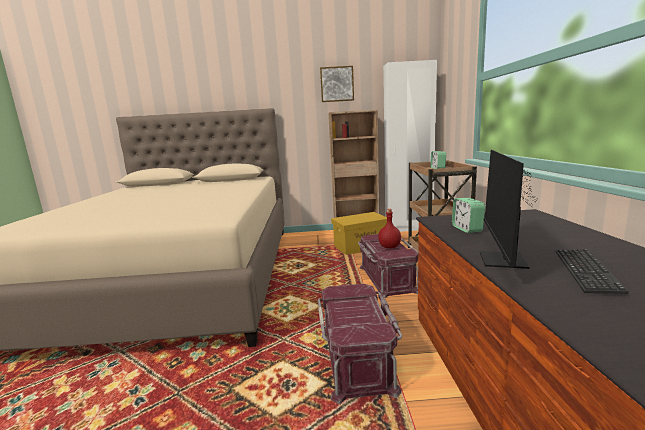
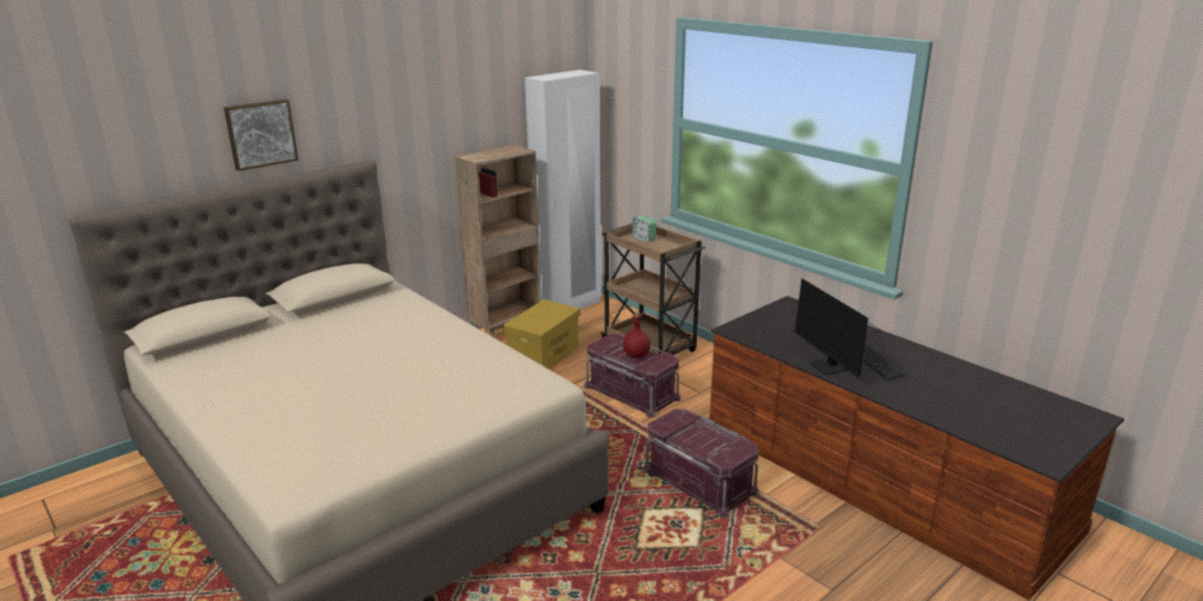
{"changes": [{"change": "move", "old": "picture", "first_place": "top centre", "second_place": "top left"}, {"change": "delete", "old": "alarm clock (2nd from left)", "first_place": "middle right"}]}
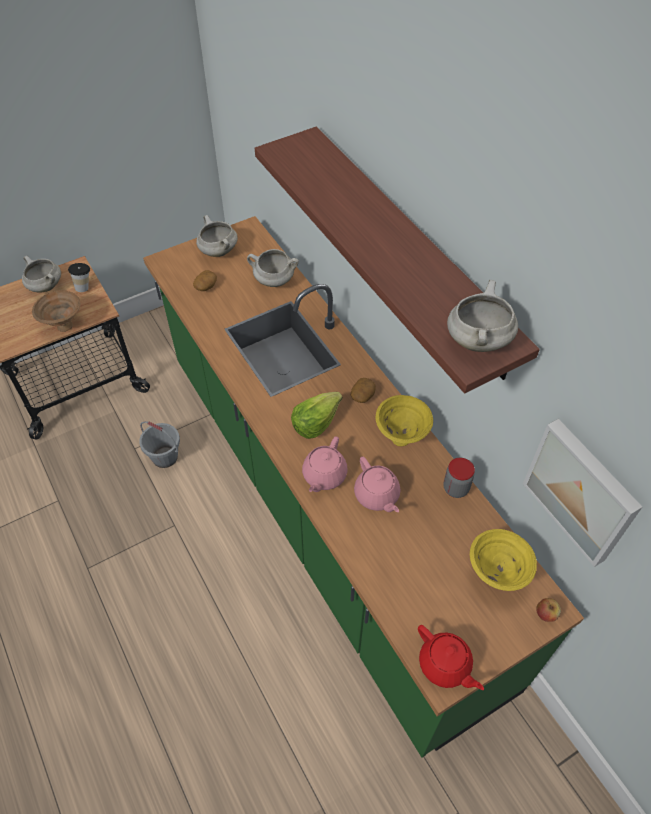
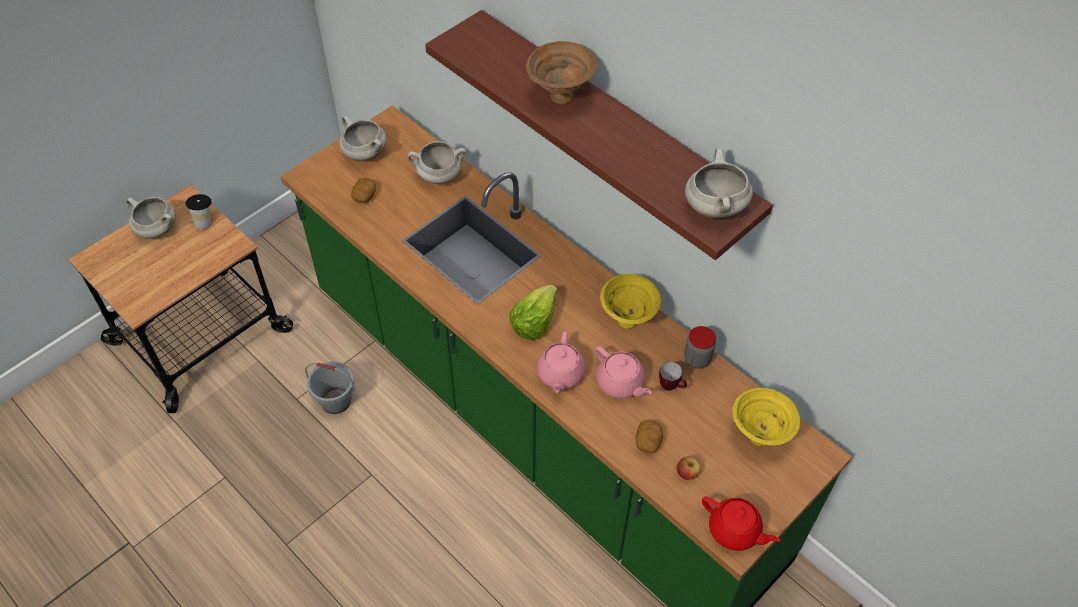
{"changes": [{"change": "move", "old": "bowl (brown)", "first_place": "middle left", "second_place": "top centre"}, {"change": "move", "old": "potato (2nd from left)", "first_place": "centre", "second_place": "bottom centre"}, {"change": "delete", "old": "picture", "first_place": "middle right"}, {"change": "move", "old": "apple", "first_place": "bottom right", "second_place": "bottom centre"}, {"change": "insert", "new": "mug", "second_place": "centre"}]}
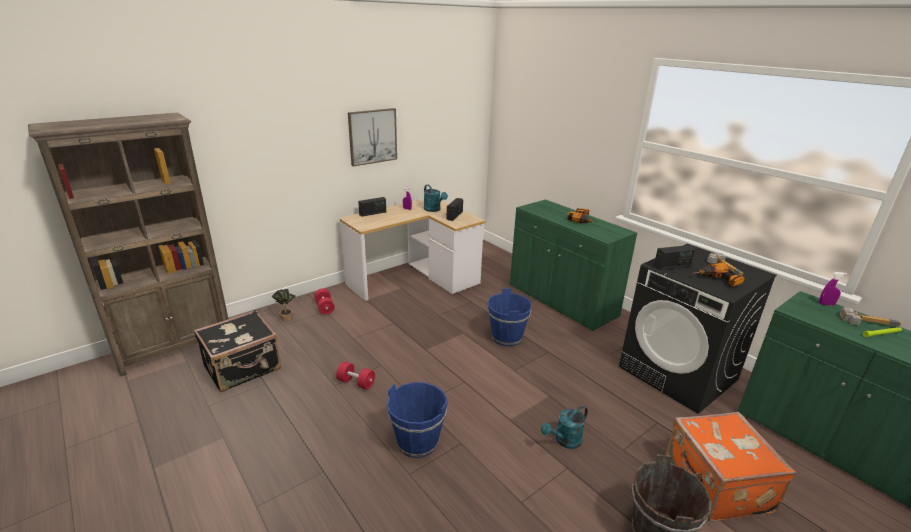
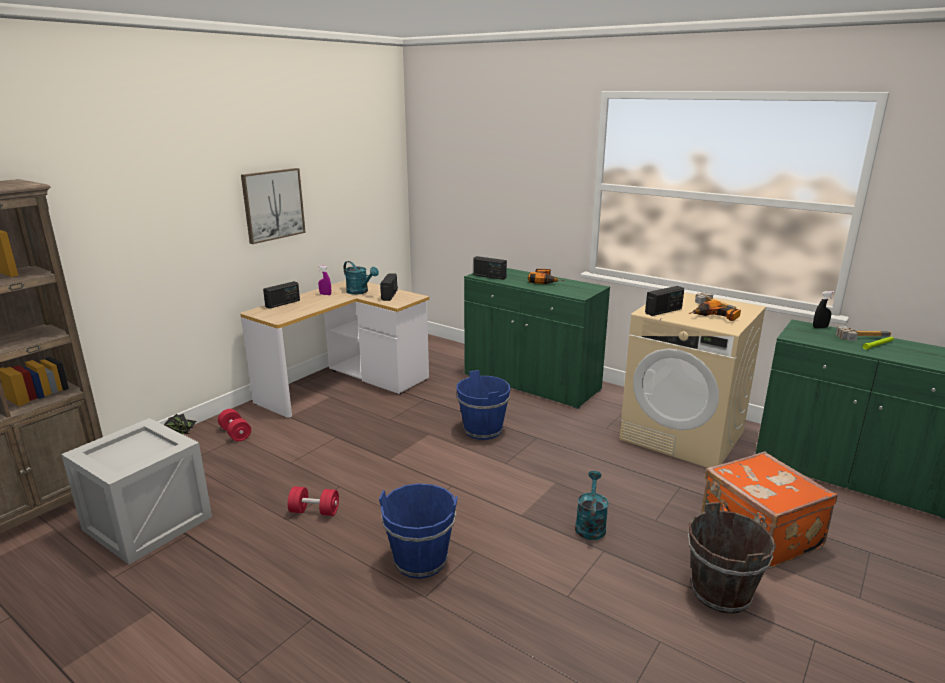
{"changes": [{"change": "recolor", "old": "washing machine (black)", "new": "washing machine (beige)", "first_place": "middle right", "second_place": "middle right"}, {"change": "recolor", "old": "spray bottle (purple) (2nd from left)", "new": "spray bottle (black)", "first_place": "middle right", "second_place": "middle right"}, {"change": "replace", "old": "suitcase (black)", "new": "crate", "first_place": "middle left", "second_place": "bottom left"}, {"change": "rotate", "old": "watering can (turquoise) (2nd from left)", "first_place": "bottom centre", "second_place": "bottom centre", "degrees": 150}, {"change": "insert", "new": "radio (3rd from left)", "second_place": "centre"}]}
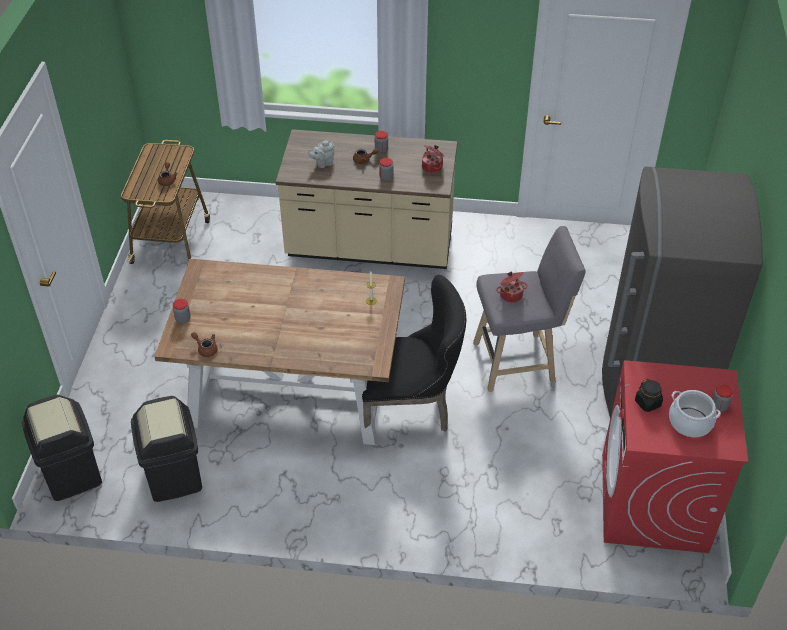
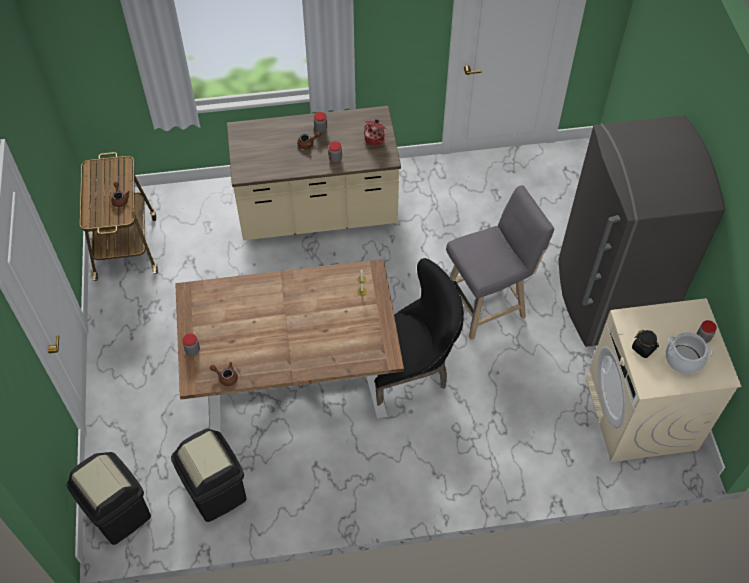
{"changes": [{"change": "delete", "old": "teapot (grey)", "first_place": "top centre"}, {"change": "delete", "old": "cooking pot (2nd from left)", "first_place": "centre"}, {"change": "recolor", "old": "washing machine (red)", "new": "washing machine (beige)", "first_place": "bottom right", "second_place": "middle right"}]}
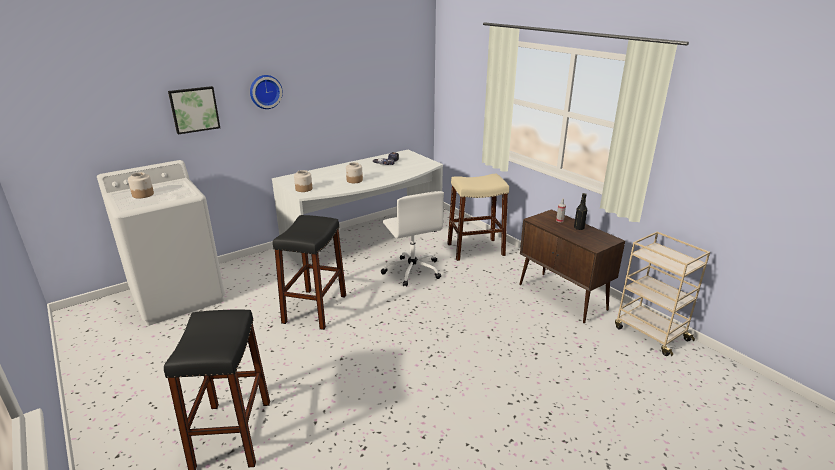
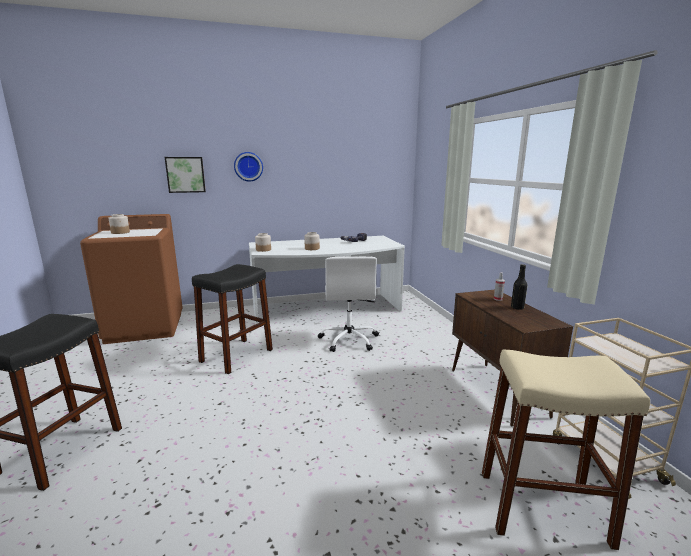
{"changes": [{"change": "recolor", "old": "washing machine (white)", "new": "washing machine (brown)", "first_place": "middle left", "second_place": "middle left"}, {"change": "move", "old": "stool (beige)", "first_place": "centre", "second_place": "bottom right"}]}
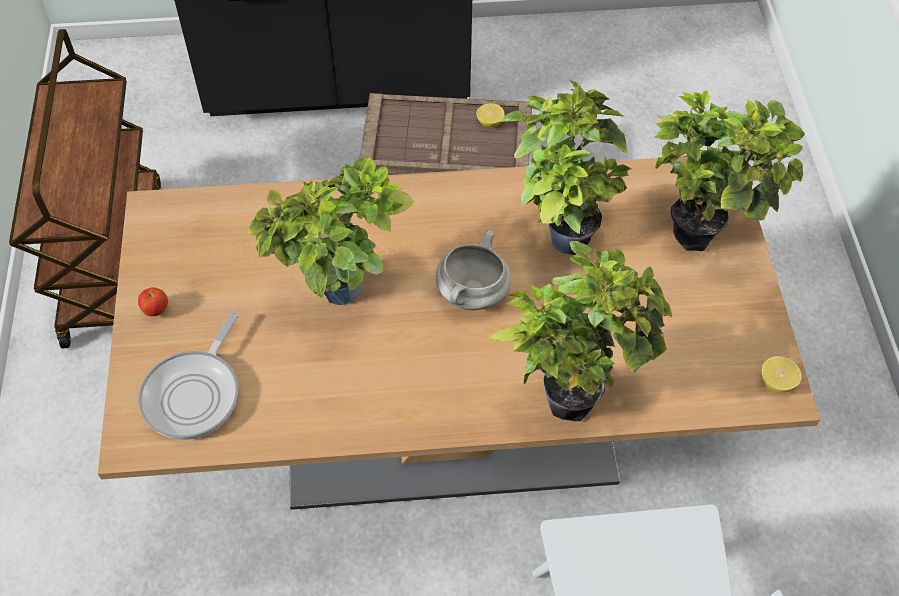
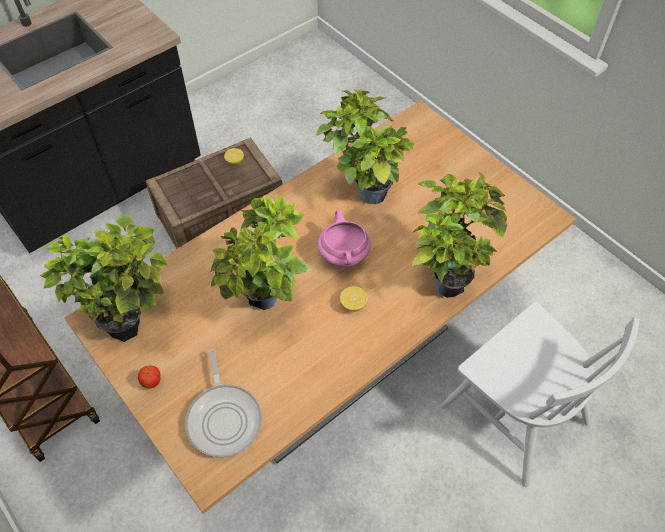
{"changes": [{"change": "move", "old": "potted plant (4th from left in the first image)", "new": "potted plant (1st from left)", "first_place": "top right", "second_place": "middle left"}, {"change": "recolor", "old": "cooking pot (white)", "new": "cooking pot (pink)", "first_place": "centre", "second_place": "centre"}, {"change": "move", "old": "lemon (2nd from left)", "first_place": "middle right", "second_place": "centre"}]}
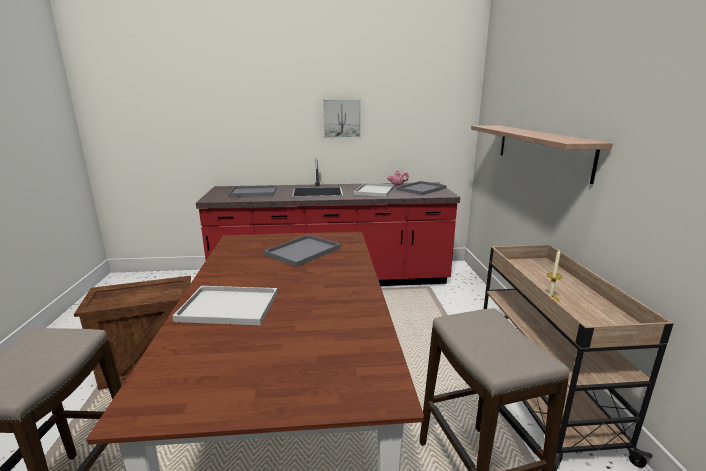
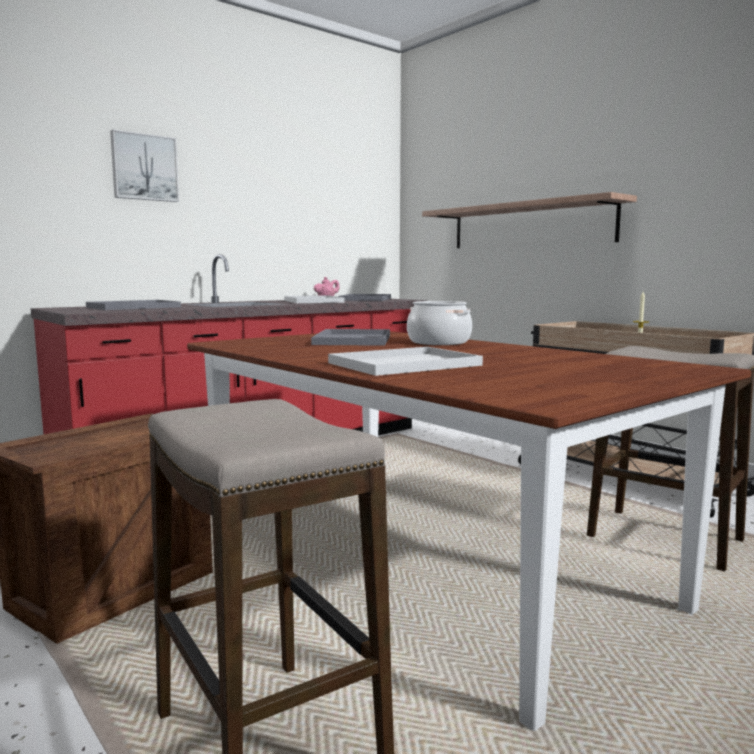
{"changes": [{"change": "move", "old": "picture", "first_place": "top centre", "second_place": "top left"}, {"change": "insert", "new": "cooking pot", "second_place": "centre"}]}
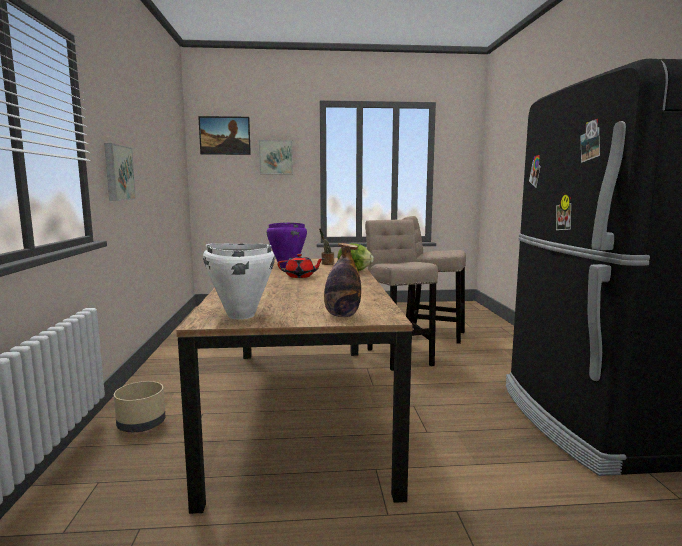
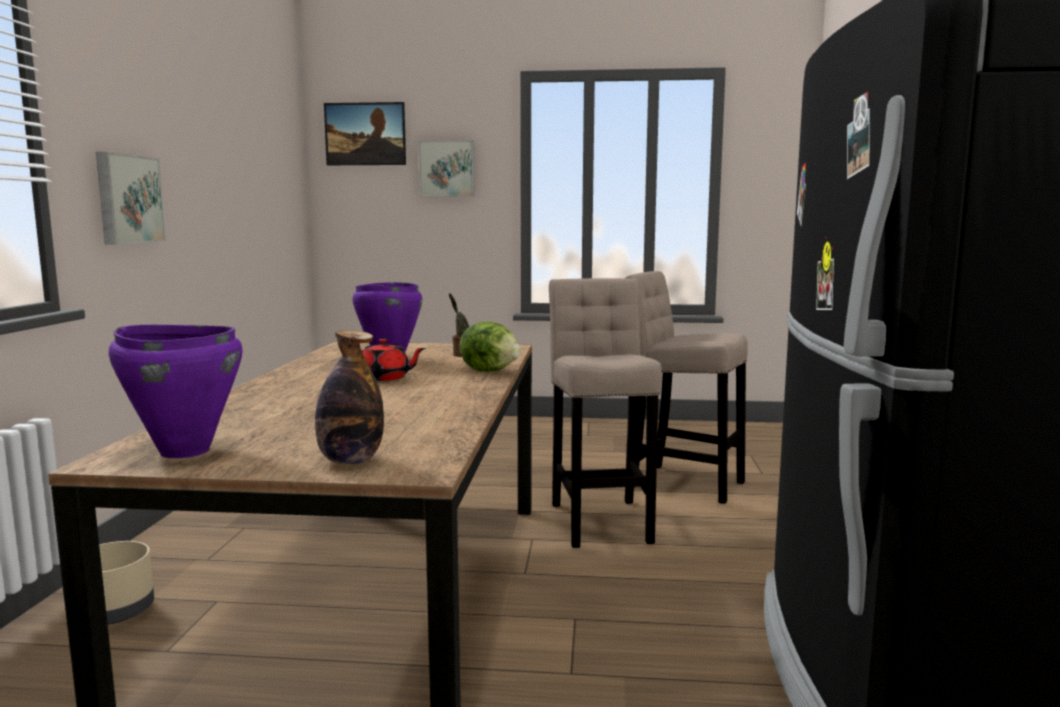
{"changes": [{"change": "recolor", "old": "cooking pot (white)", "new": "cooking pot (purple) (1st from left)", "first_place": "centre", "second_place": "middle left"}]}
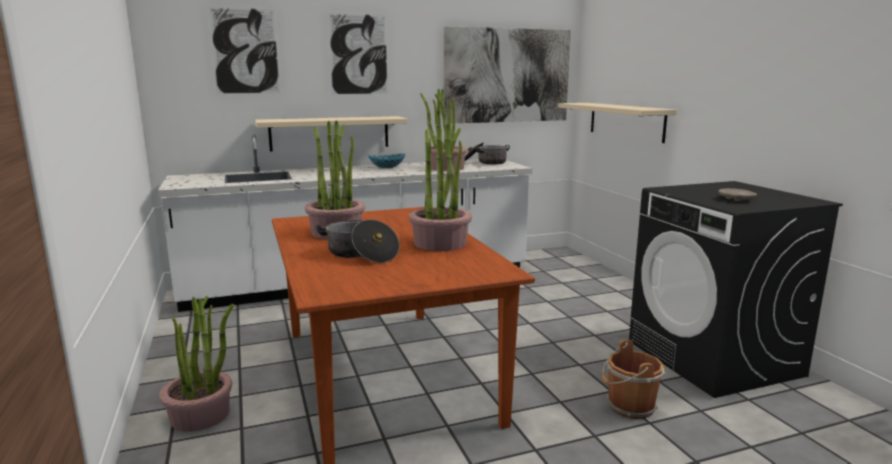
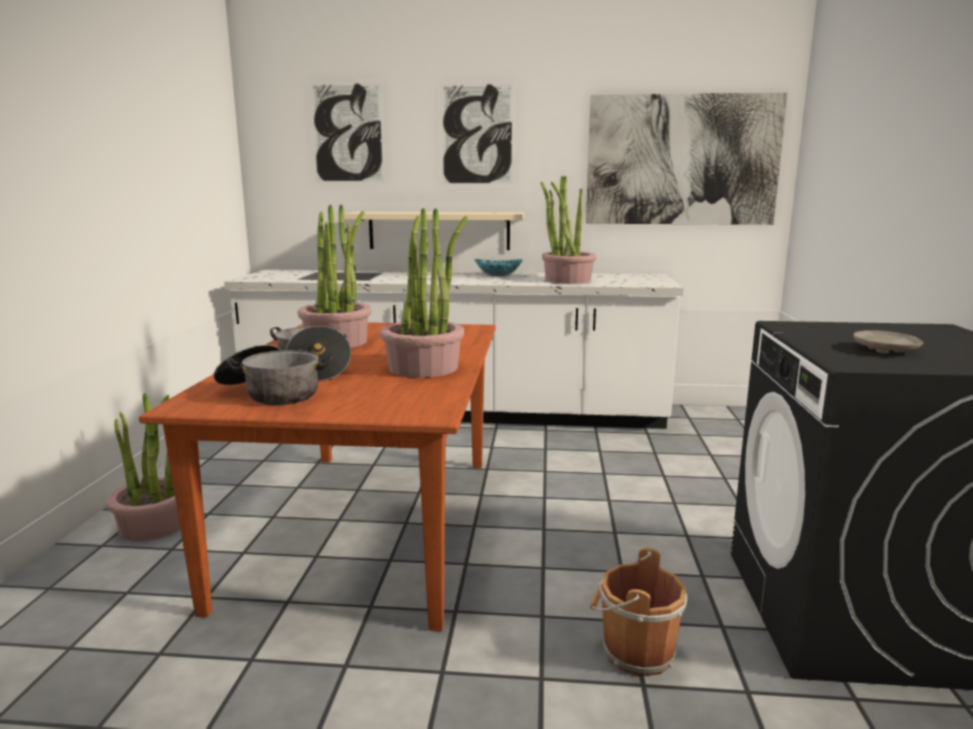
{"changes": [{"change": "delete", "old": "shelf (beige) (2nd from left)", "first_place": "top right"}, {"change": "move", "old": "cooking pot (2nd from left in the first image)", "new": "cooking pot (1st from left)", "first_place": "top centre", "second_place": "middle left"}]}
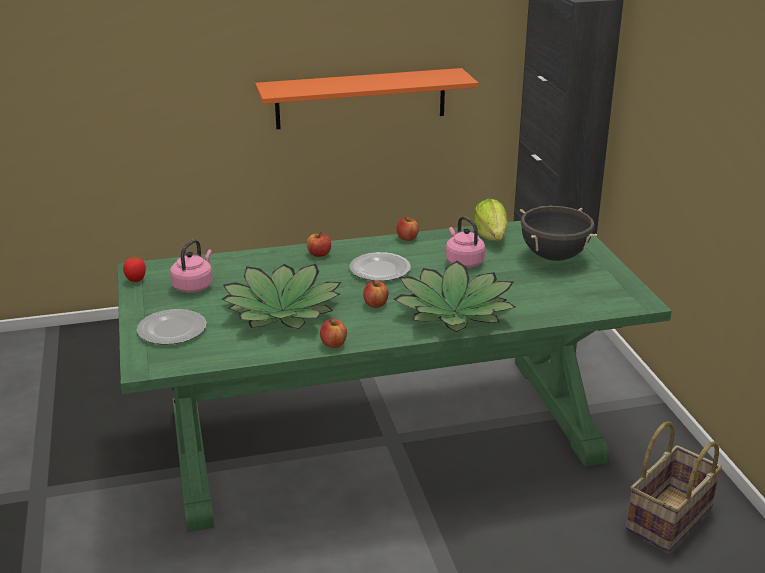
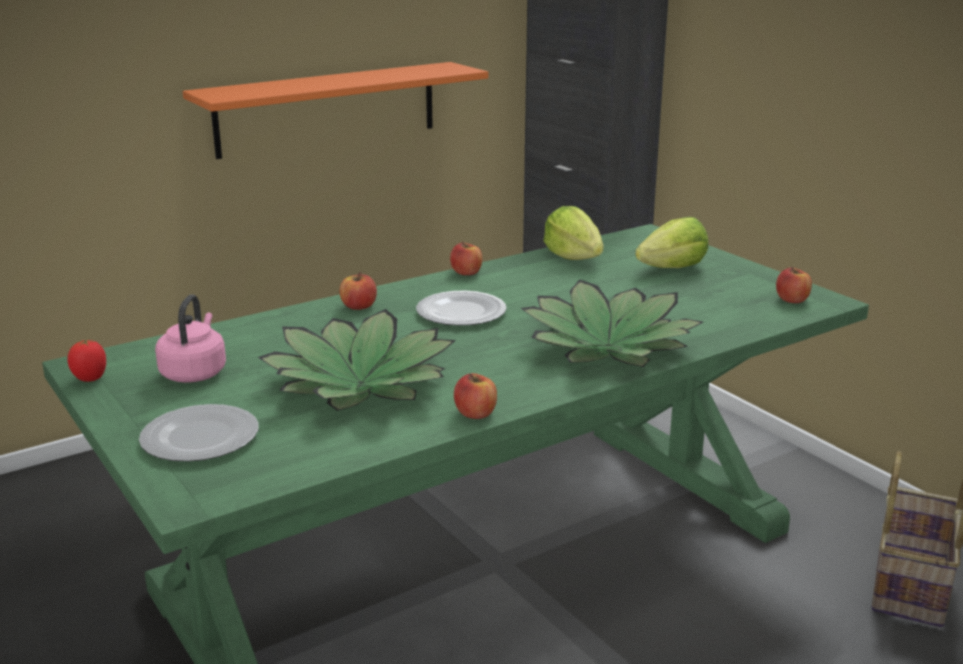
{"changes": [{"change": "replace", "old": "cooking pot (black)", "new": "lettuce (2nd from left)", "first_place": "middle right", "second_place": "middle right"}, {"change": "delete", "old": "kettle (pink) (2nd from left)", "first_place": "centre"}, {"change": "move", "old": "apple (3rd from left in the first image)", "new": "apple (4th from left)", "first_place": "centre", "second_place": "middle right"}]}
